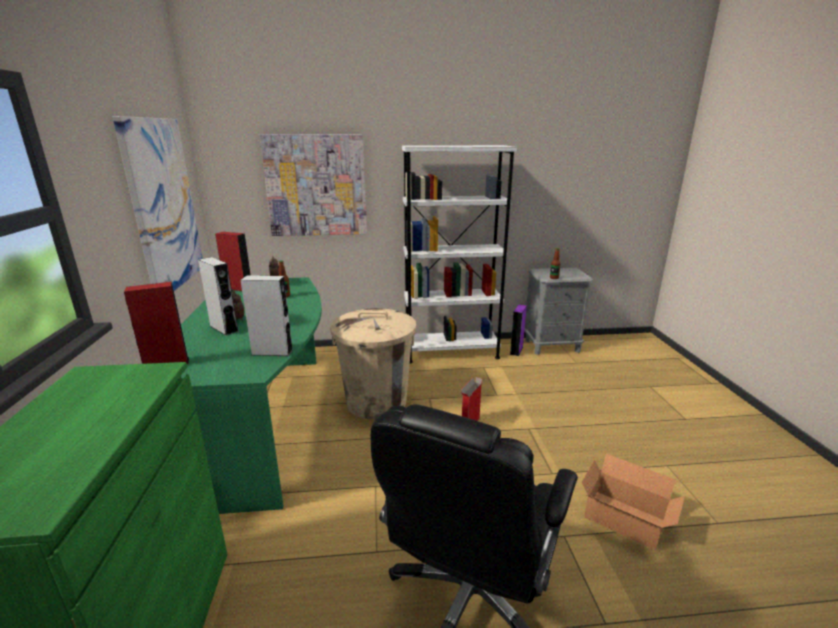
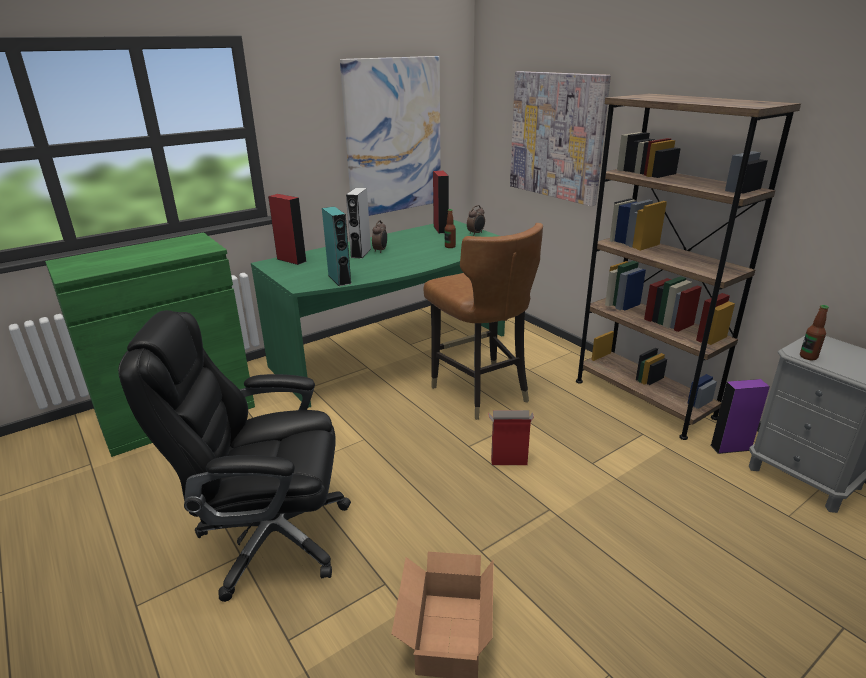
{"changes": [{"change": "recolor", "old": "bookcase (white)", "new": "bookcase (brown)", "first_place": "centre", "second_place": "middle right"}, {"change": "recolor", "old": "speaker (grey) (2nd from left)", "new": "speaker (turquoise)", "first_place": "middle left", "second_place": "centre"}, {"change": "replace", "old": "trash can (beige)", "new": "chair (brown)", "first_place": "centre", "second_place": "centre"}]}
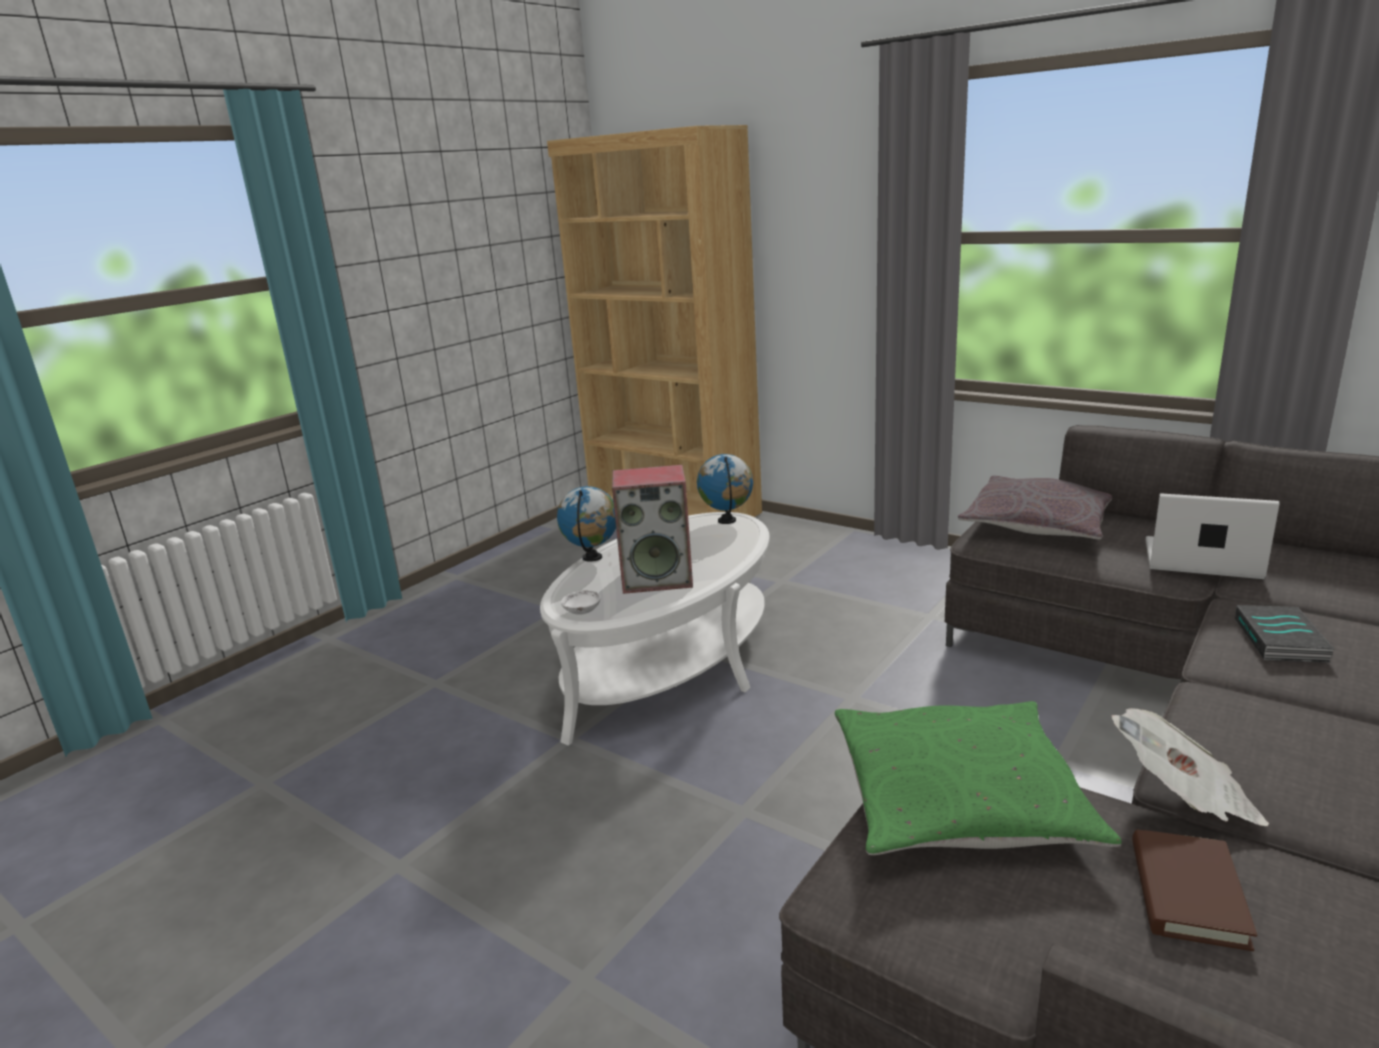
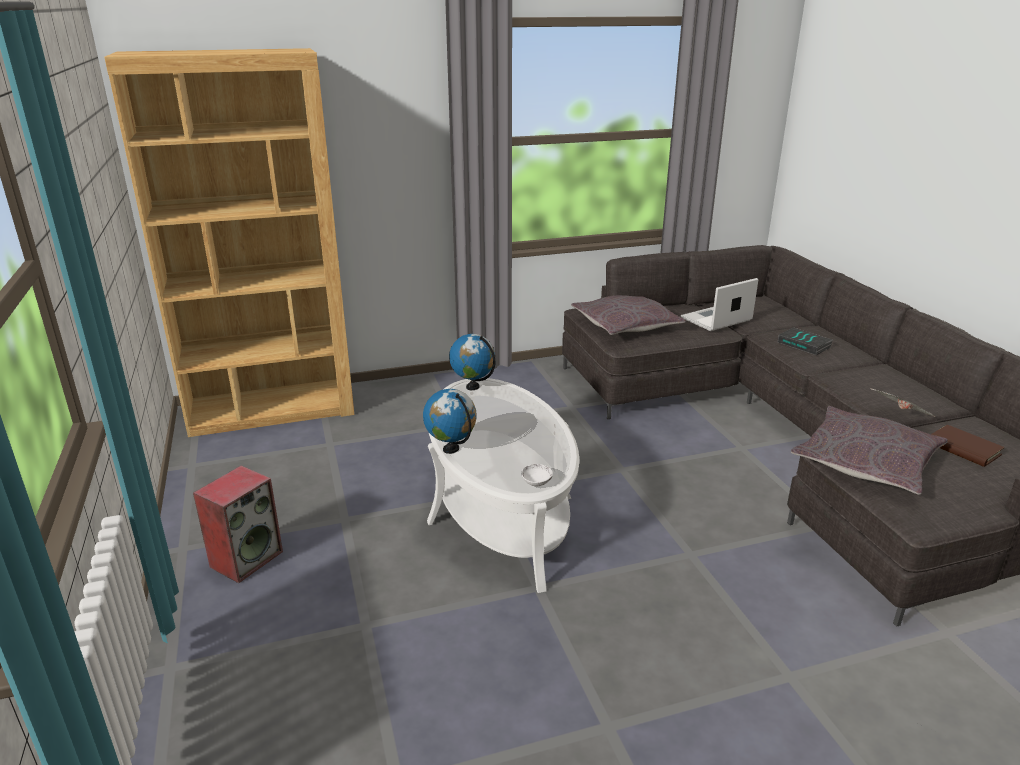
{"changes": [{"change": "move", "old": "speaker", "first_place": "centre", "second_place": "bottom left"}, {"change": "recolor", "old": "pillow (green)", "new": "pillow (grey) (2nd from left)", "first_place": "bottom right", "second_place": "middle right"}]}
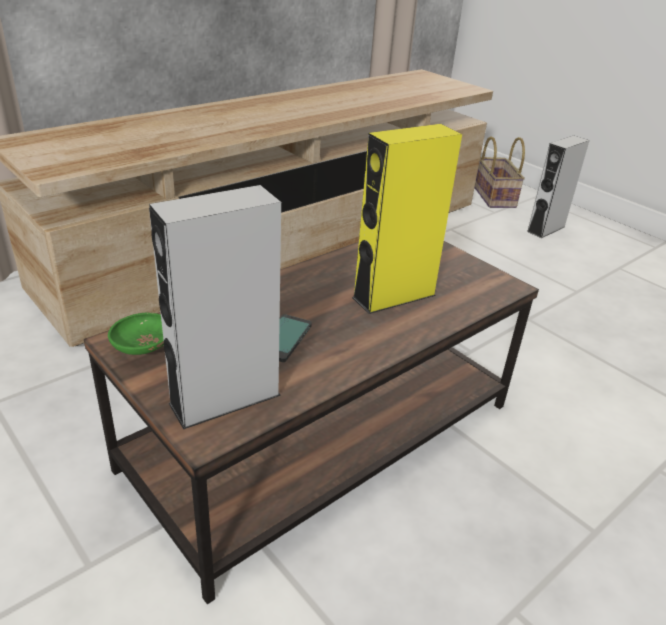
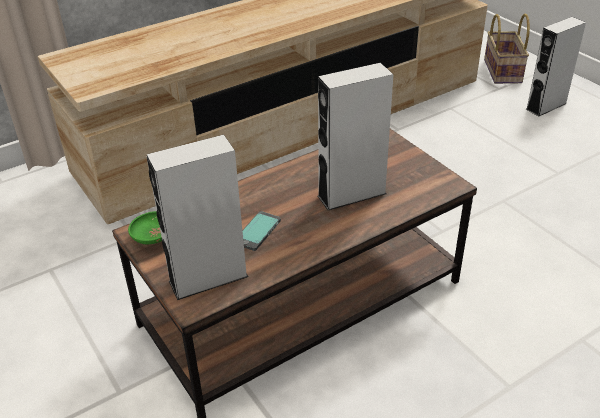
{"changes": [{"change": "recolor", "old": "speaker (yellow)", "new": "speaker (grey) (2nd from left)", "first_place": "centre", "second_place": "top centre"}]}
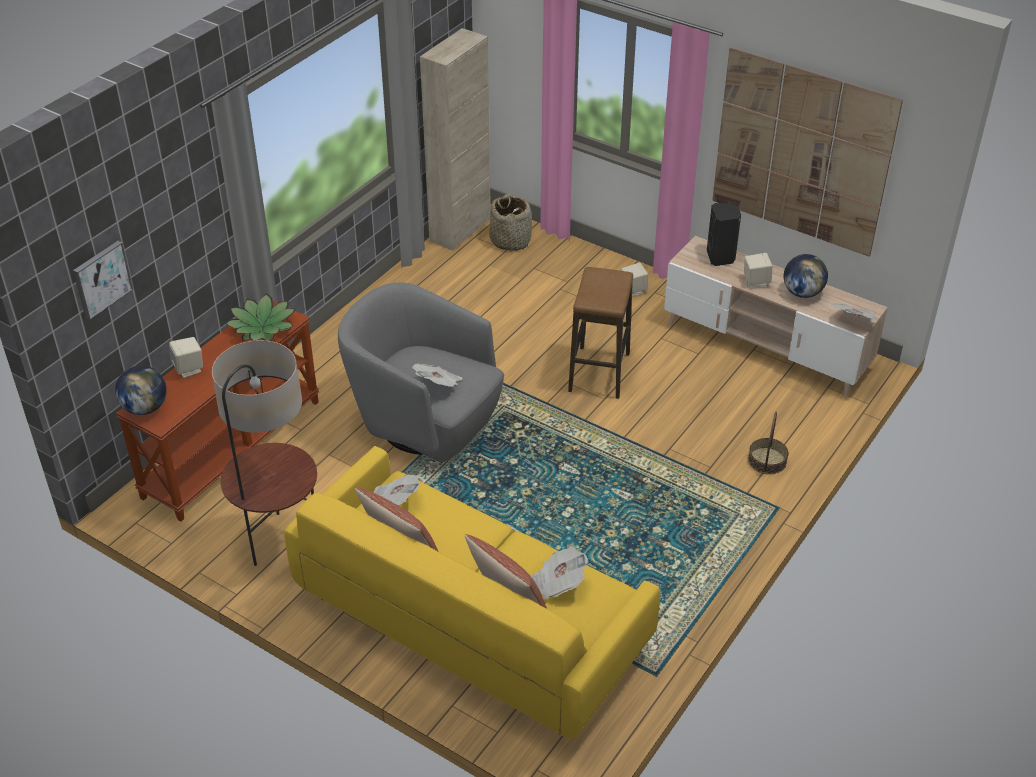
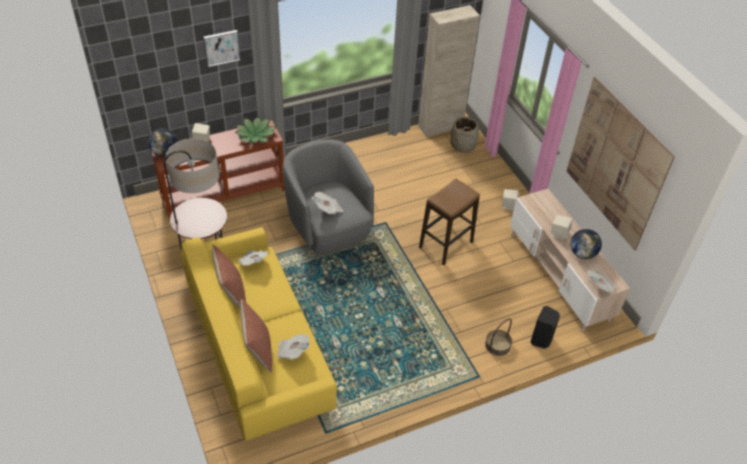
{"changes": [{"change": "move", "old": "speaker (black)", "first_place": "top right", "second_place": "bottom right"}, {"change": "move", "old": "picture (1st from left)", "first_place": "middle left", "second_place": "top left"}]}
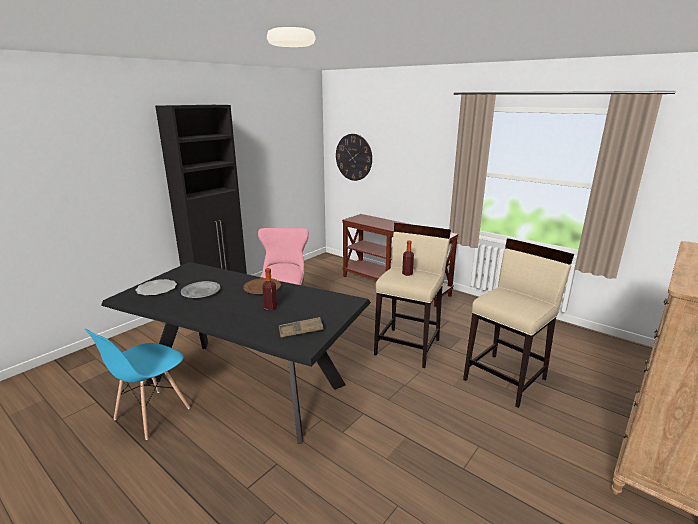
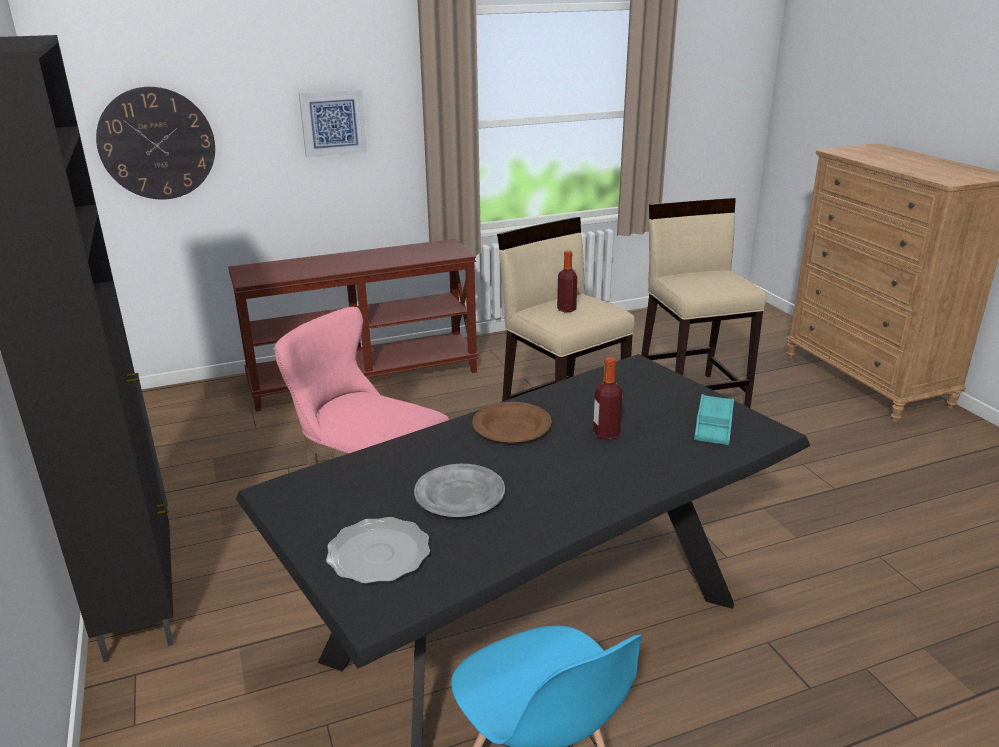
{"changes": [{"change": "recolor", "old": "tray (brown)", "new": "tray (turquoise)", "first_place": "centre", "second_place": "middle right"}, {"change": "insert", "new": "picture", "second_place": "top centre"}]}
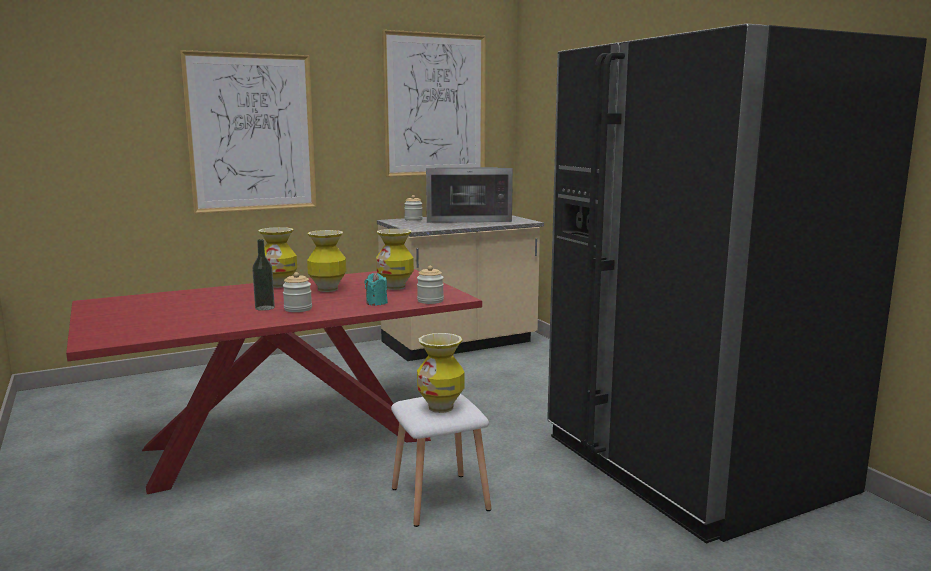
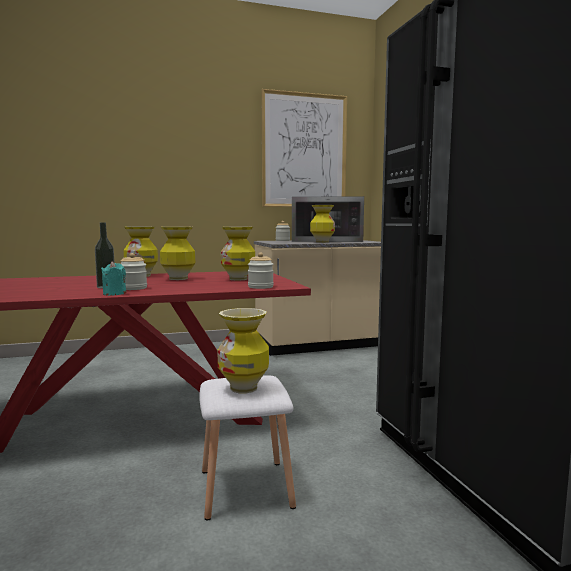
{"changes": [{"change": "delete", "old": "picture (1st from left)", "first_place": "top left"}, {"change": "move", "old": "candle (turquoise)", "first_place": "centre", "second_place": "middle left"}, {"change": "insert", "new": "vase (5th from left)", "second_place": "centre"}]}
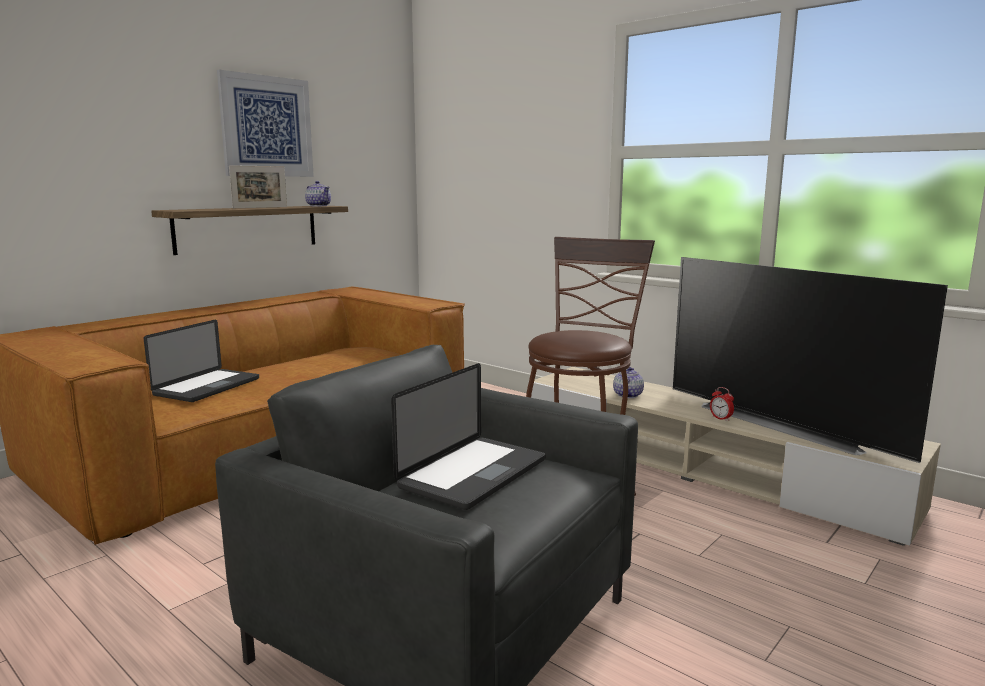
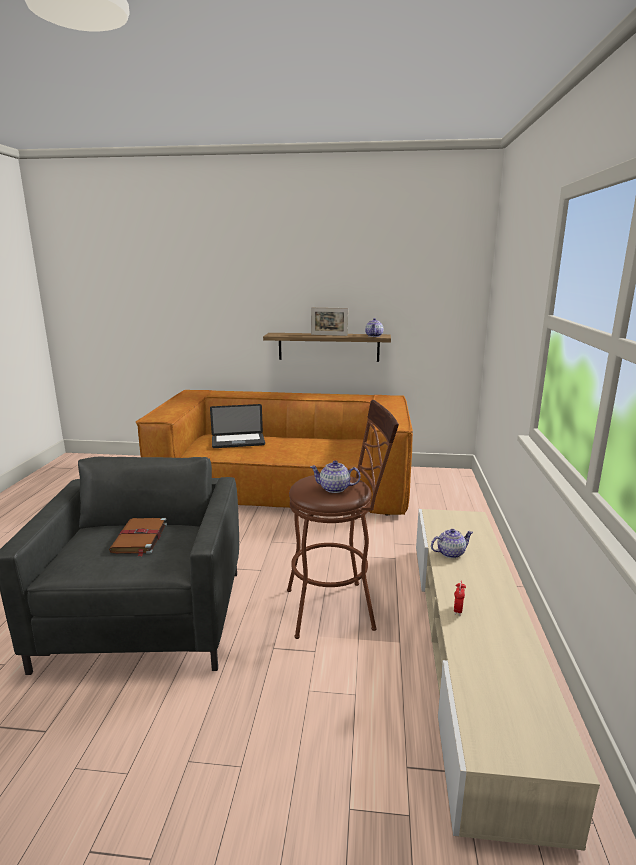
{"changes": [{"change": "delete", "old": "picture", "first_place": "top left"}, {"change": "delete", "old": "television", "first_place": "middle right"}, {"change": "replace", "old": "laptop (2nd from left)", "new": "book (brown)", "first_place": "centre", "second_place": "middle left"}, {"change": "insert", "new": "teapot (1st from left)", "second_place": "centre"}]}
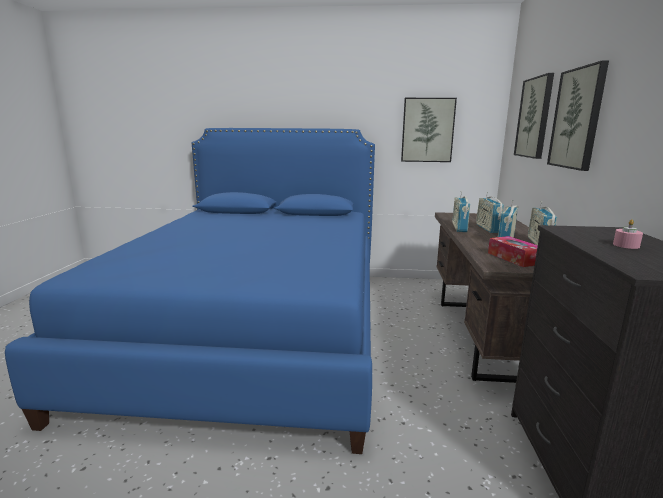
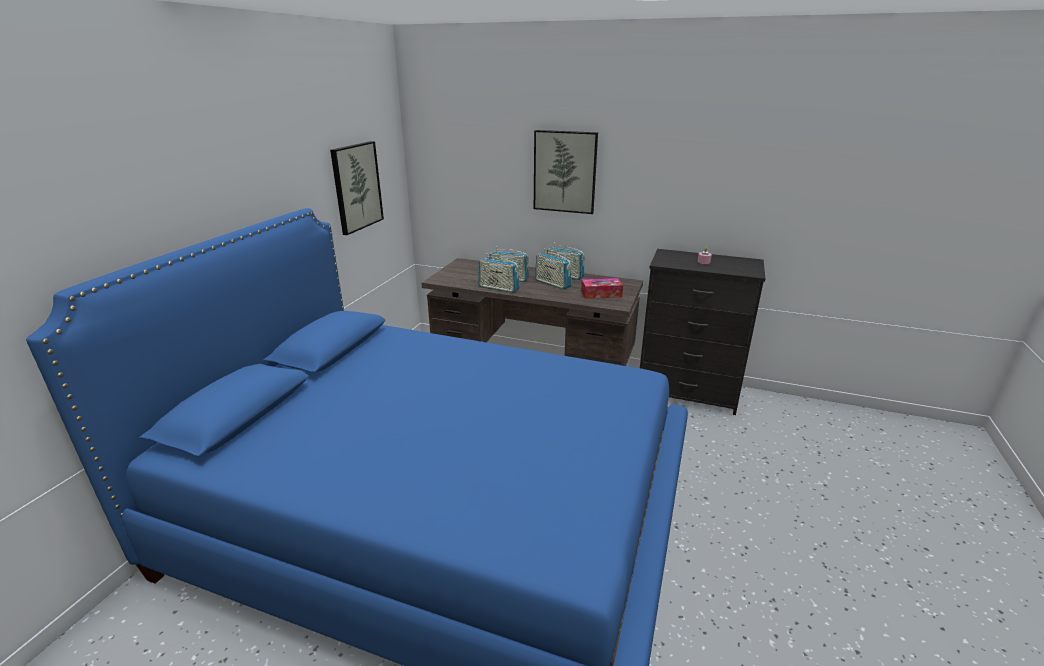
{"changes": [{"change": "delete", "old": "picture (2nd from left)", "first_place": "top right"}]}
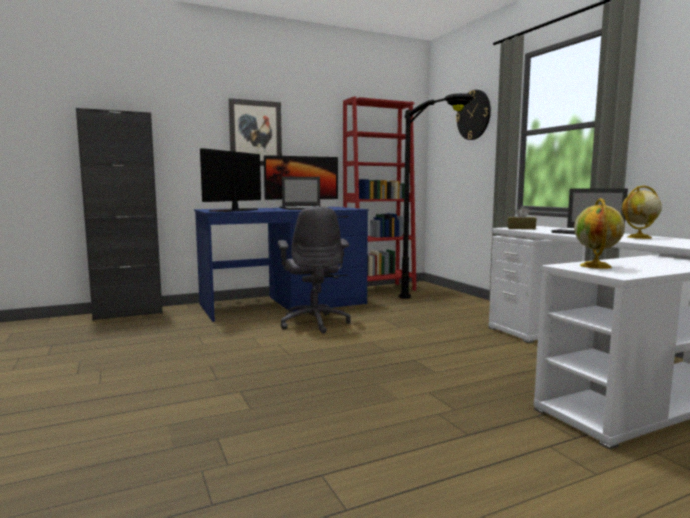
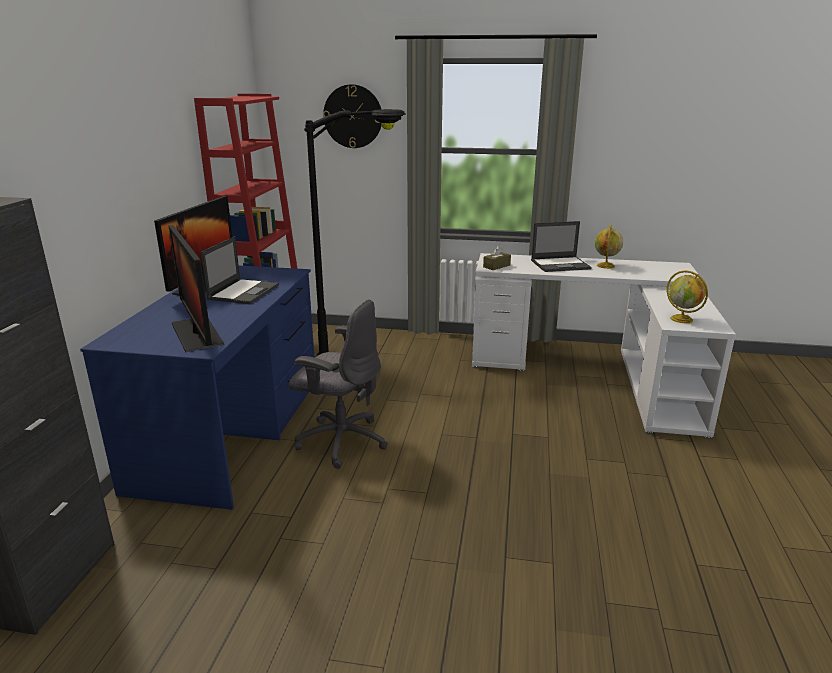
{"changes": [{"change": "delete", "old": "picture", "first_place": "top centre"}]}
